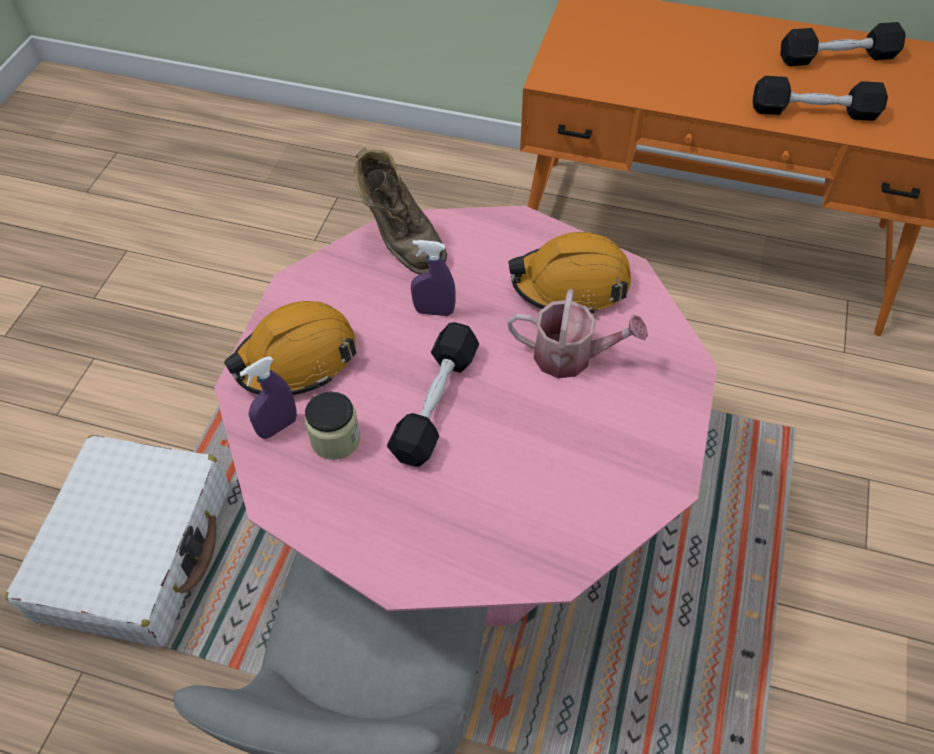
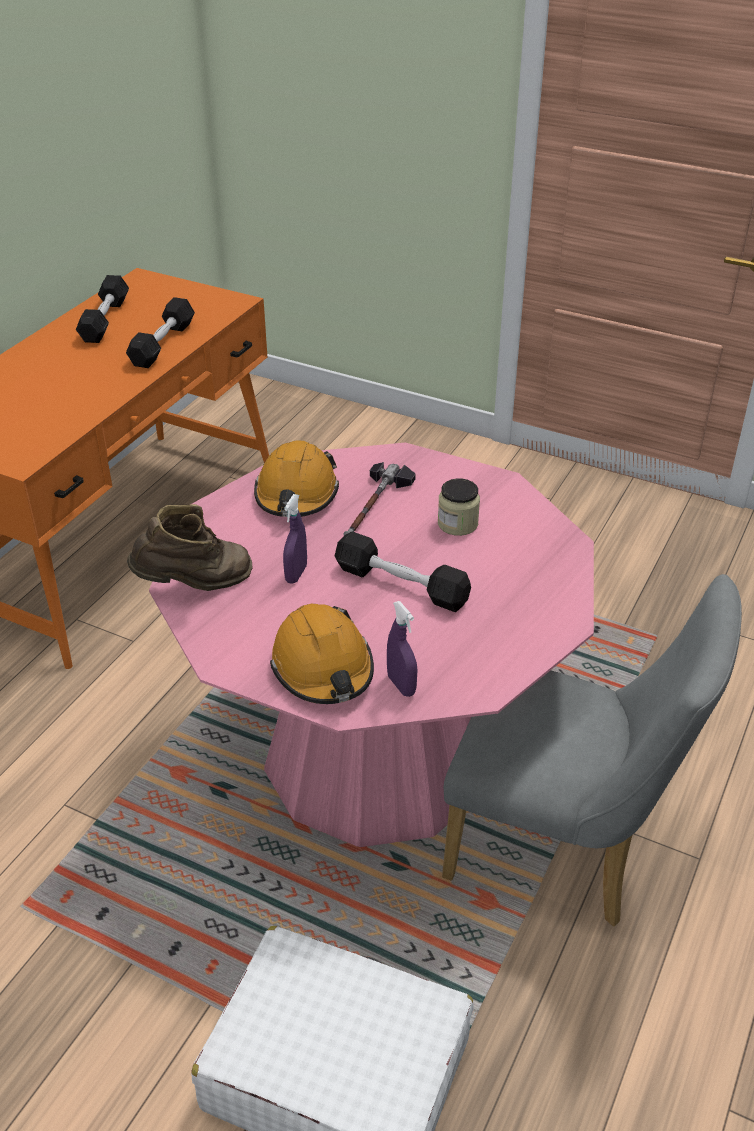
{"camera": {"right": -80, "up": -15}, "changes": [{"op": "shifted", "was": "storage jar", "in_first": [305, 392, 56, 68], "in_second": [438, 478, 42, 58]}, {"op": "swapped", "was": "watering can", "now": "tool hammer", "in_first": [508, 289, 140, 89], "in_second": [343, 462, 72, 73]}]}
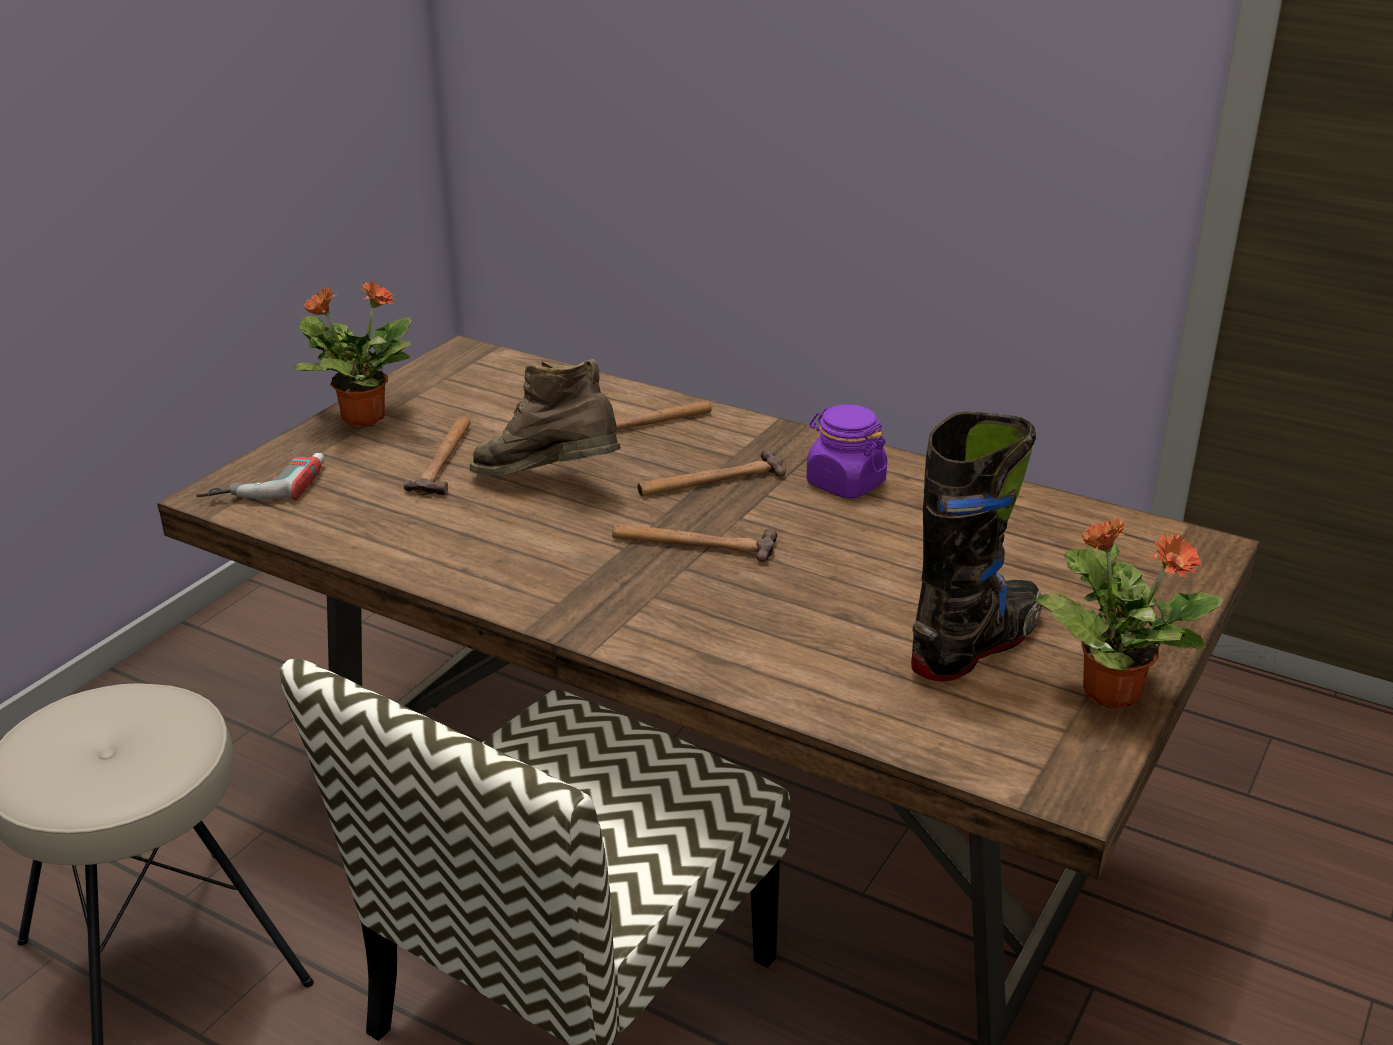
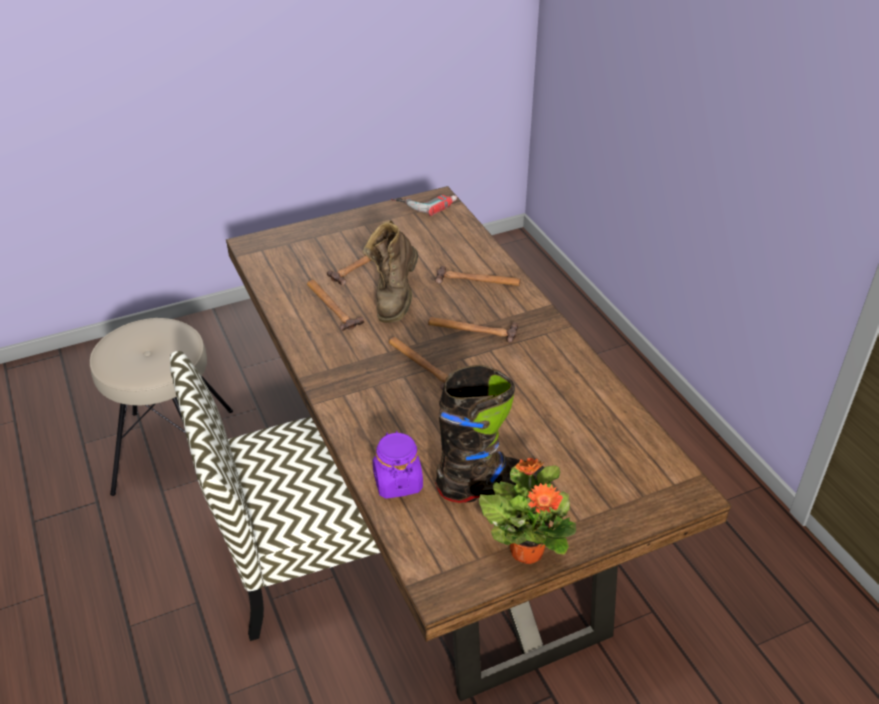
{"camera": {"right": 35, "up": 10}, "changes": [{"op": "gone", "was": "houseplant", "in_first": [293, 280, 119, 147]}, {"op": "new", "now": "tool hammer", "in_second": [307, 280, 57, 51]}, {"op": "shifted", "was": "electric drill", "in_first": [196, 453, 128, 47], "in_second": [391, 195, 66, 21]}, {"op": "shifted", "was": "purple storage jar", "in_first": [806, 404, 81, 94], "in_second": [373, 431, 50, 68]}, {"op": "rotated", "was": "brown-coloured boot", "in_first": [470, 359, 151, 117], "in_second": [363, 220, 55, 103], "clockwise": -135}]}
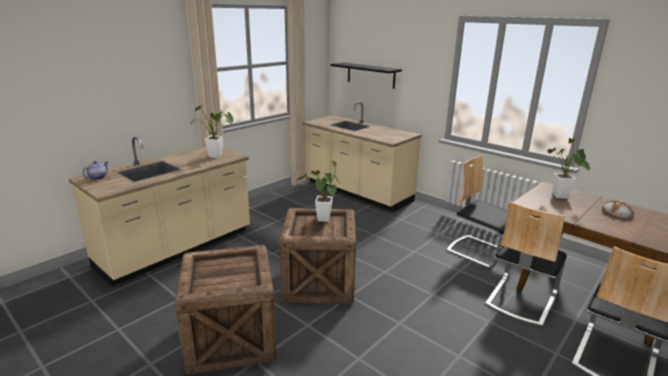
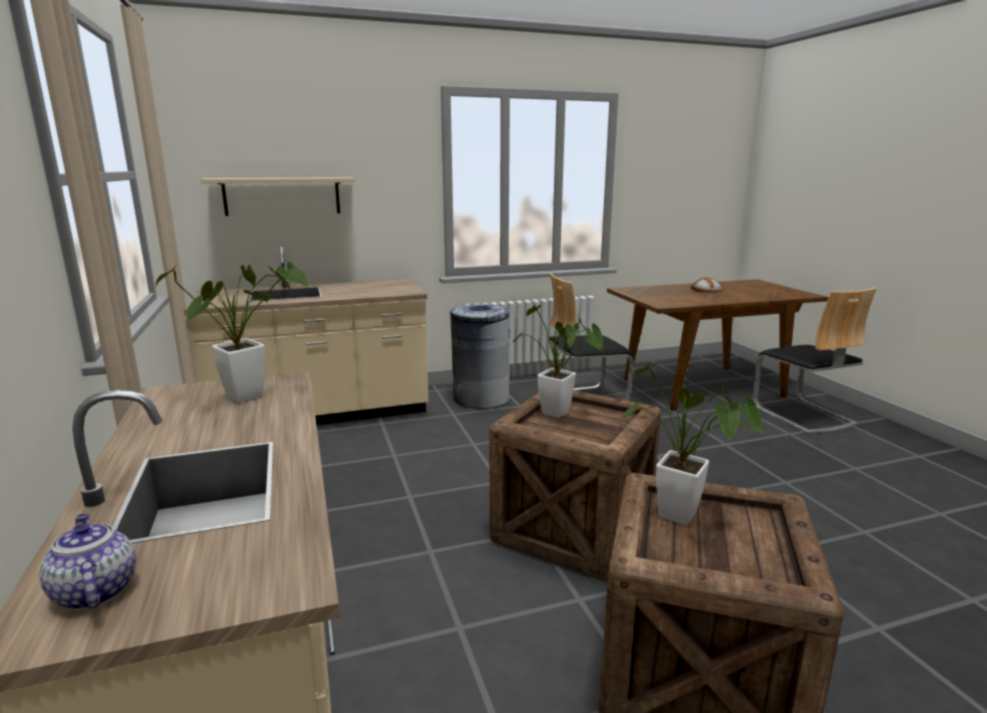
{"camera": {"right": -60, "up": -5}, "changes": [{"op": "gone", "was": "plain chair", "in_first": [485, 201, 82, 126]}, {"op": "new", "now": "grey rubbish bin", "in_second": [450, 304, 60, 105]}, {"op": "shifted", "was": "houseplant", "in_first": [547, 138, 43, 61], "in_second": [620, 363, 143, 162]}, {"op": "repainted", "was": "blackish shelf", "now": "beige-coloured shelf", "in_first": [330, 63, 72, 26], "in_second": [200, 177, 155, 39]}]}
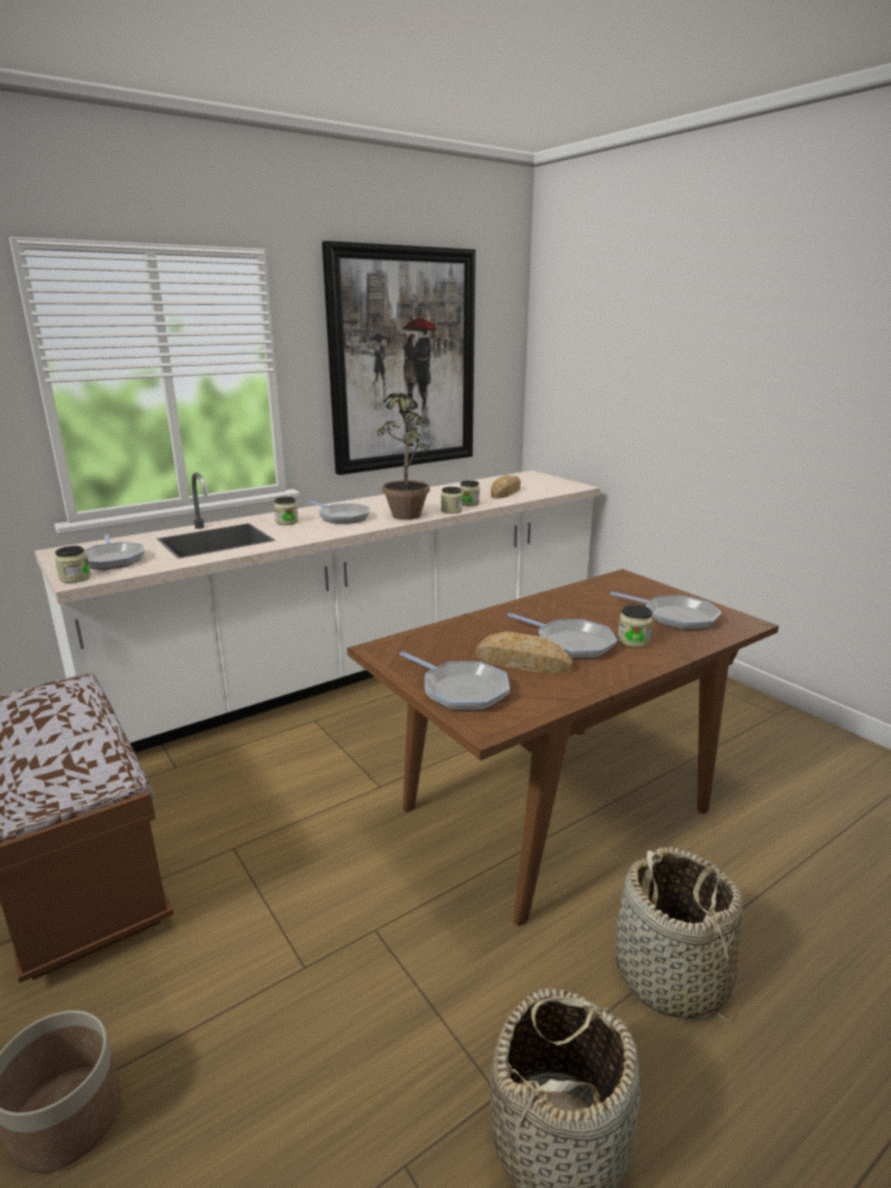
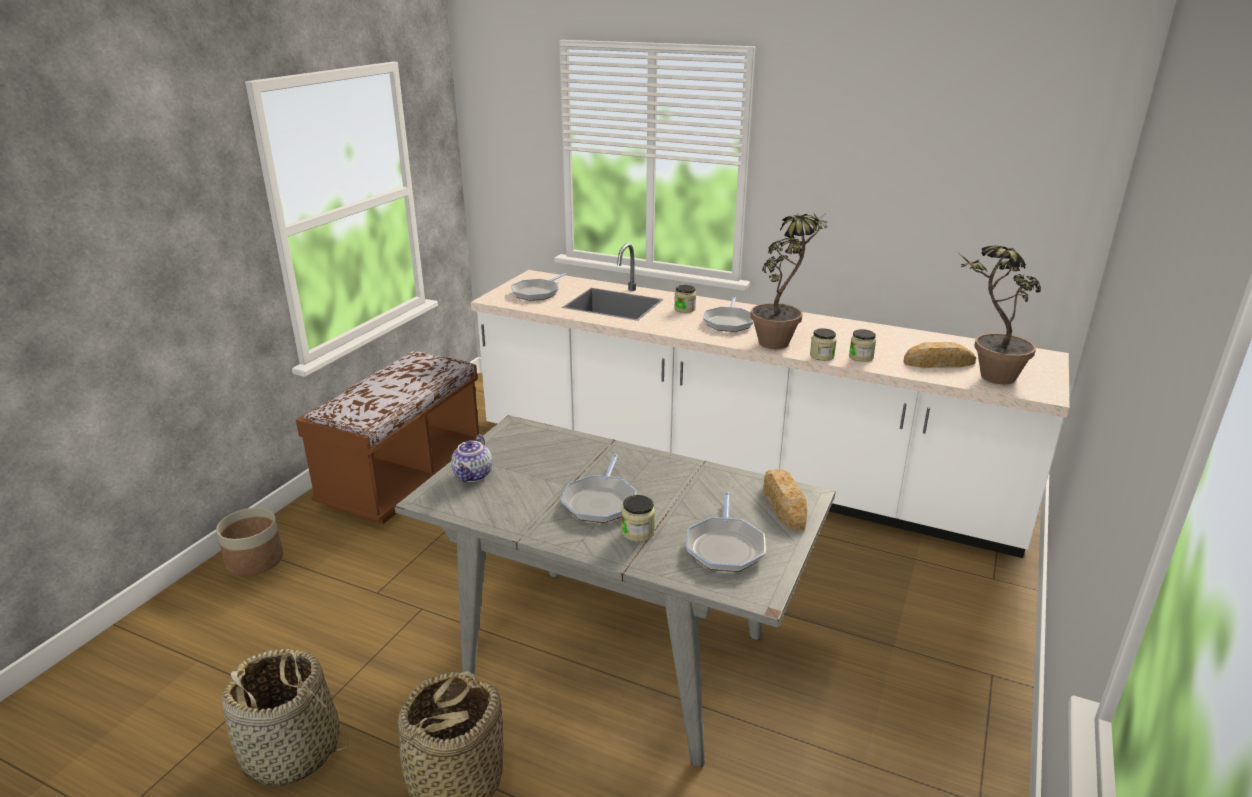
{"camera": {"right": 60, "up": 5}, "changes": [{"op": "gone", "was": "storage jar", "in_first": [55, 546, 36, 37]}, {"op": "gone", "was": "wall art", "in_first": [322, 241, 154, 234]}, {"op": "new", "now": "houseplant", "in_second": [960, 246, 81, 138]}, {"op": "shifted", "was": "bakery bread", "in_first": [476, 631, 97, 43], "in_second": [763, 469, 45, 62]}, {"op": "swapped", "was": "frying pan", "now": "pot for tea", "in_first": [400, 651, 110, 60], "in_second": [451, 434, 41, 48]}, {"op": "repainted", "was": "brown-coloured dinner table", "now": "grey dinner table", "in_first": [347, 569, 432, 357], "in_second": [394, 415, 442, 352]}]}
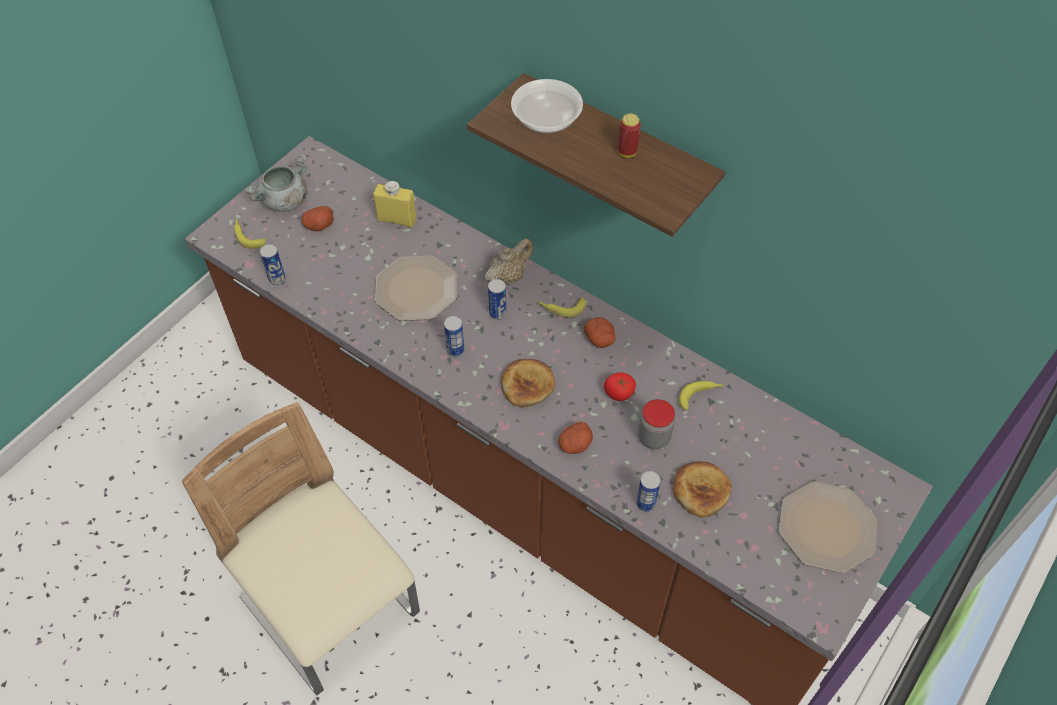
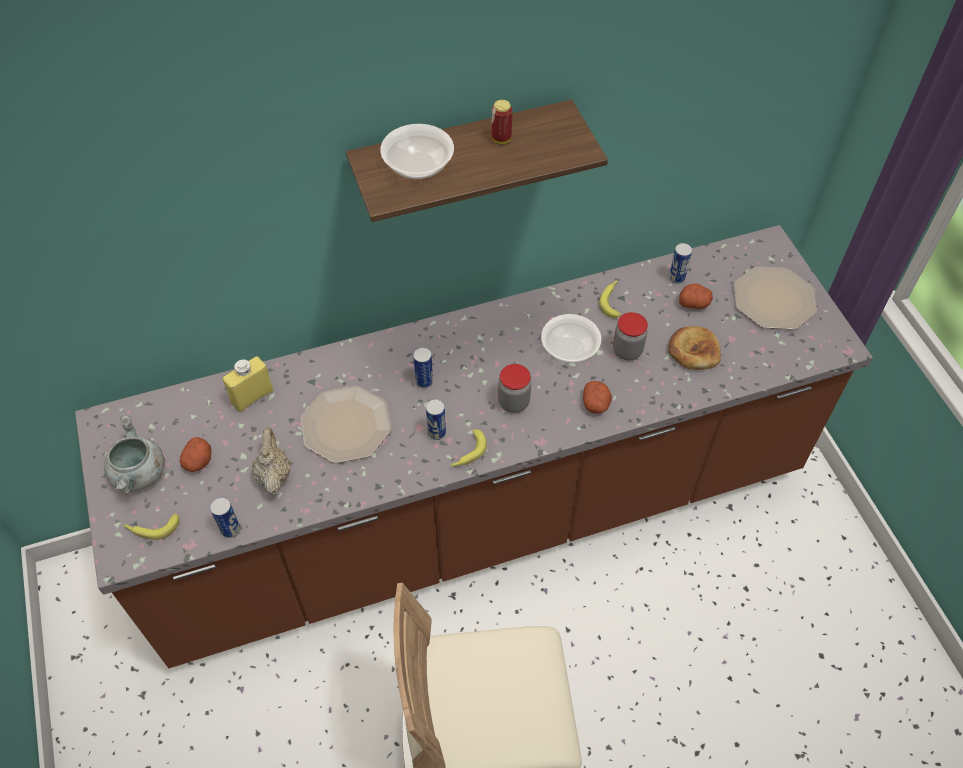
{"camera": {"right": -55, "up": 0}, "changes": [{"op": "shifted", "was": "beige-coloured pot for tea", "in_first": [485, 238, 49, 47], "in_second": [252, 427, 38, 68]}, {"op": "shifted", "was": "banana fruit", "in_first": [538, 297, 48, 21], "in_second": [450, 429, 37, 38]}, {"op": "shifted", "was": "whole potato", "in_first": [584, 317, 32, 31], "in_second": [679, 283, 34, 26]}, {"op": "shifted", "was": "can", "in_first": [636, 471, 25, 41], "in_second": [669, 243, 23, 41]}, {"op": "swapped", "was": "bakery bread", "now": "storage jar", "in_first": [501, 359, 55, 48], "in_second": [498, 364, 33, 49]}, {"op": "swapped", "was": "fresh tomato", "now": "deep dish", "in_first": [604, 373, 32, 28], "in_second": [541, 314, 60, 49]}]}
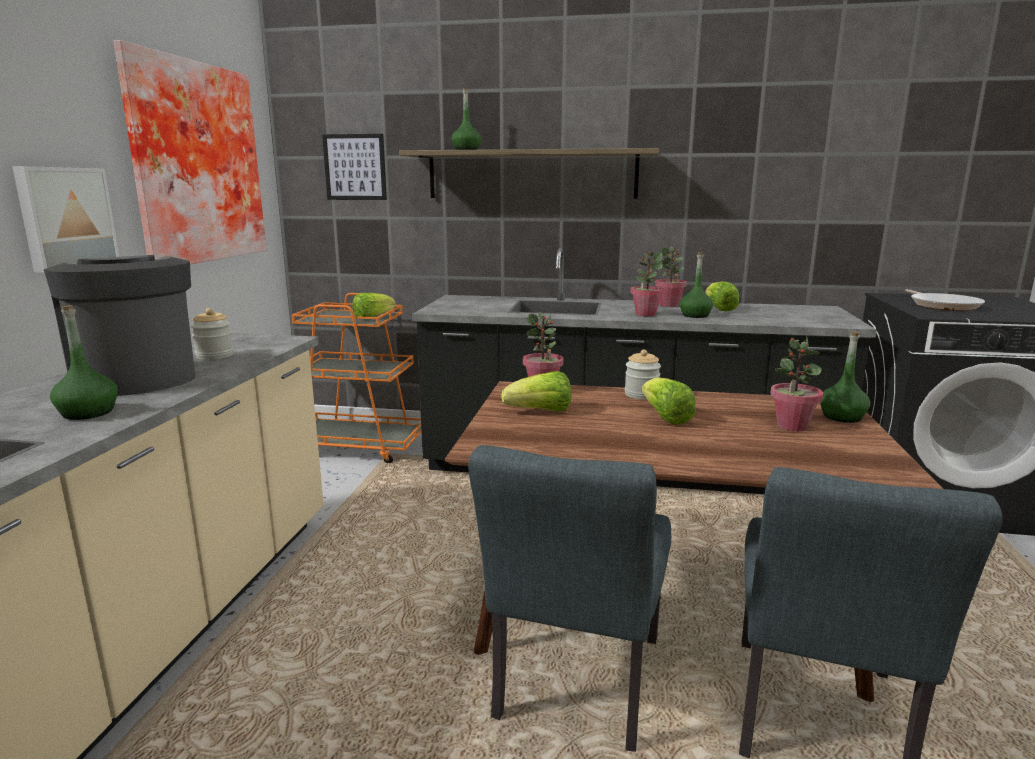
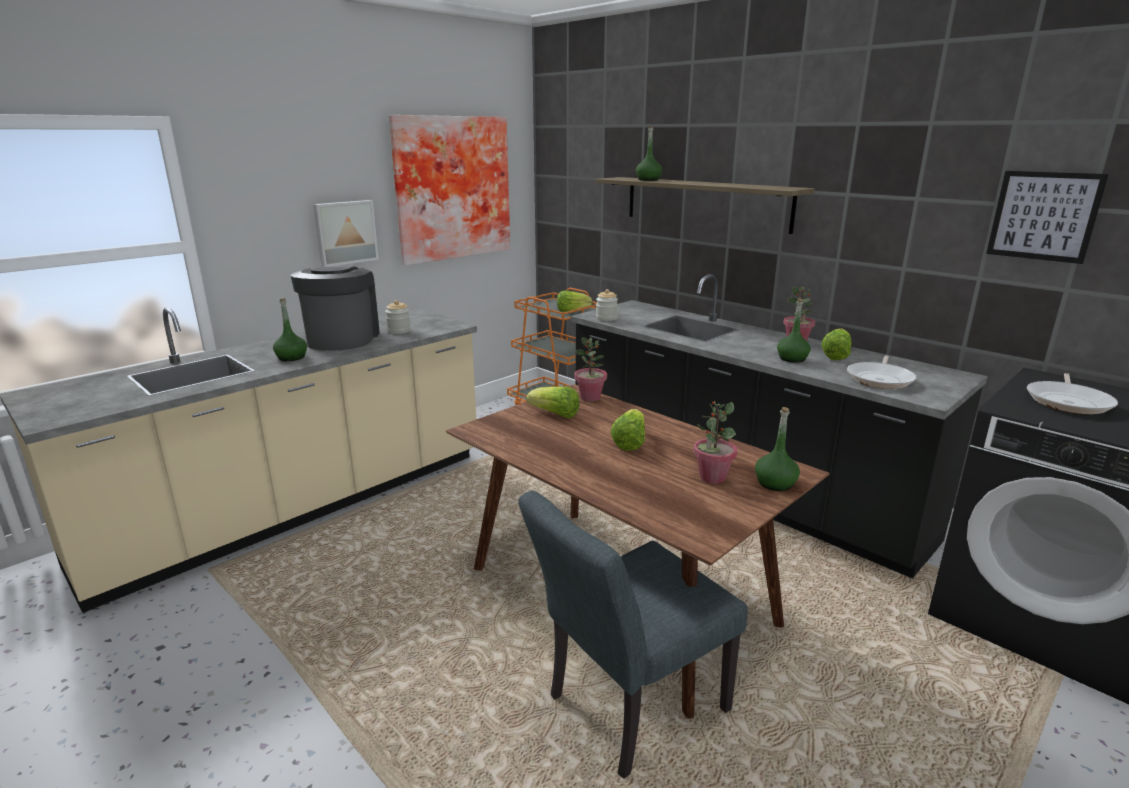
{"camera": {"right": 35, "up": 5}, "changes": [{"op": "gone", "was": "grey plain chair", "in_first": [468, 445, 203, 307]}, {"op": "gone", "was": "houseplant", "in_first": [631, 252, 33, 64]}, {"op": "new", "now": "frying pan", "in_second": [847, 355, 69, 34]}, {"op": "shifted", "was": "wall art", "in_first": [322, 134, 65, 66], "in_second": [986, 171, 123, 93]}, {"op": "shifted", "was": "storage jar", "in_first": [625, 350, 36, 49], "in_second": [596, 289, 22, 32]}]}
